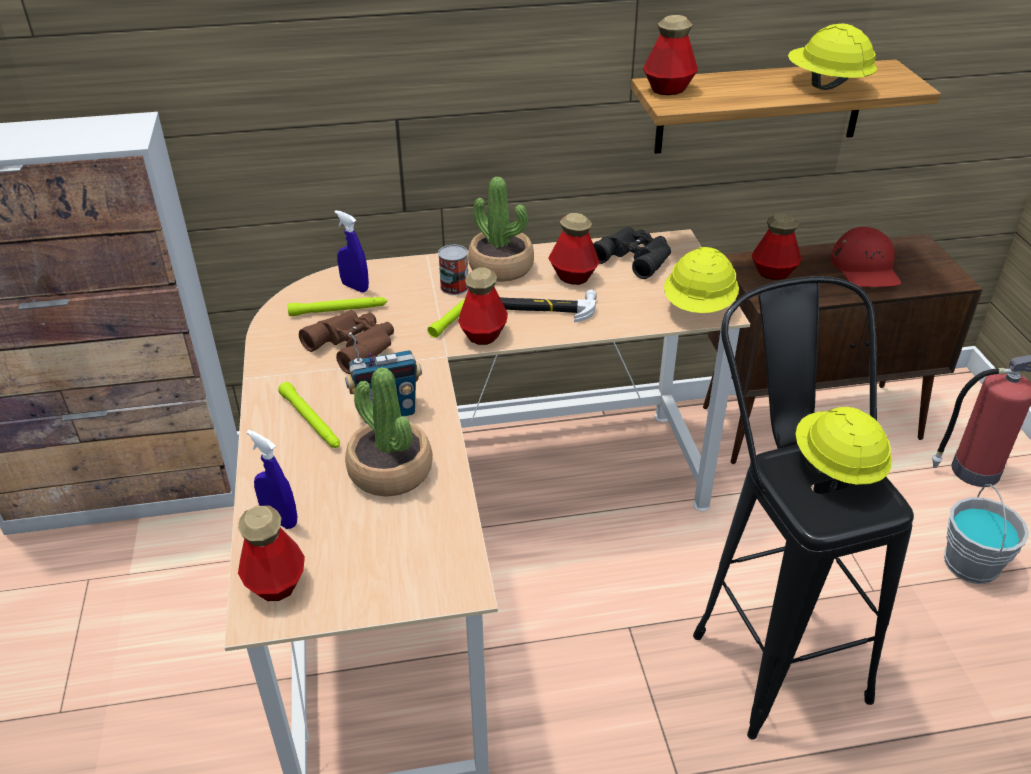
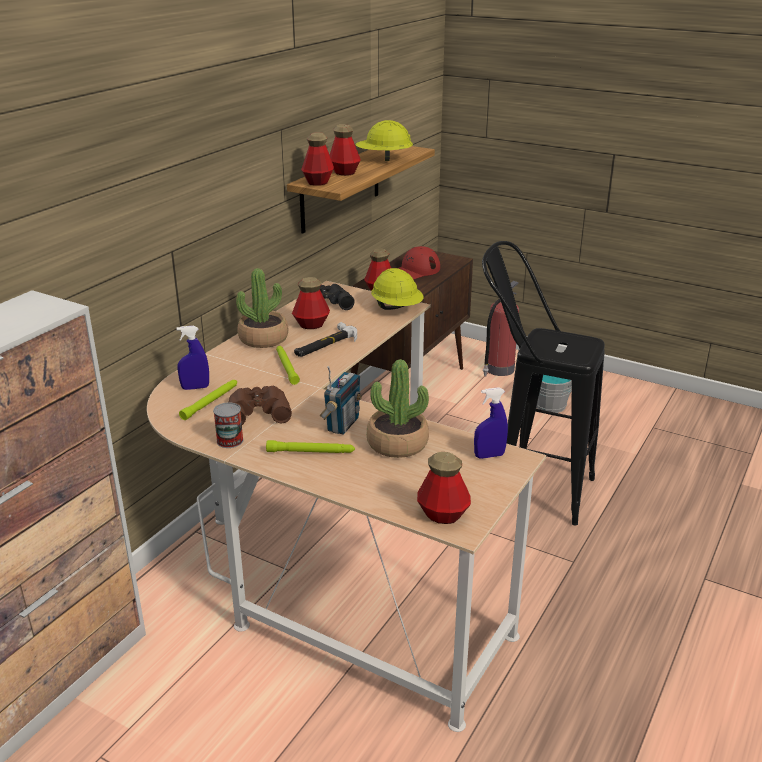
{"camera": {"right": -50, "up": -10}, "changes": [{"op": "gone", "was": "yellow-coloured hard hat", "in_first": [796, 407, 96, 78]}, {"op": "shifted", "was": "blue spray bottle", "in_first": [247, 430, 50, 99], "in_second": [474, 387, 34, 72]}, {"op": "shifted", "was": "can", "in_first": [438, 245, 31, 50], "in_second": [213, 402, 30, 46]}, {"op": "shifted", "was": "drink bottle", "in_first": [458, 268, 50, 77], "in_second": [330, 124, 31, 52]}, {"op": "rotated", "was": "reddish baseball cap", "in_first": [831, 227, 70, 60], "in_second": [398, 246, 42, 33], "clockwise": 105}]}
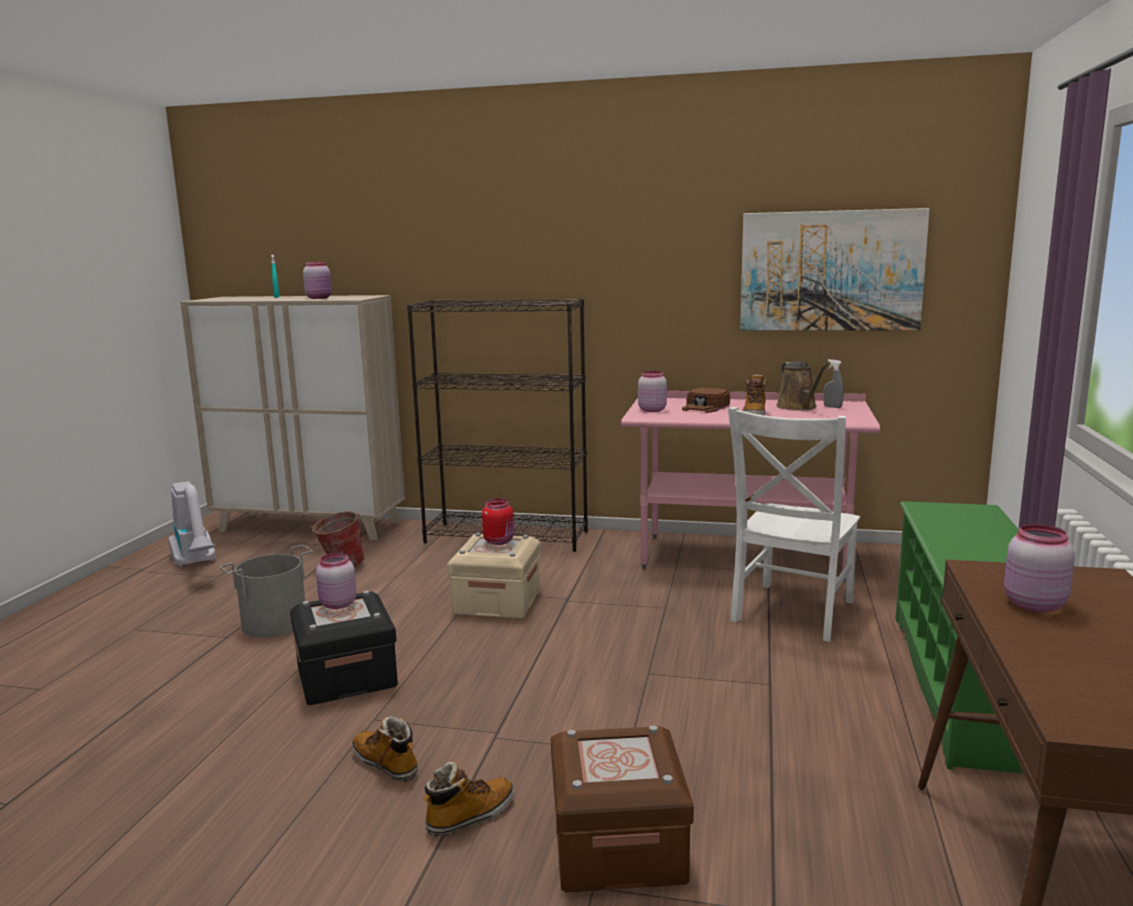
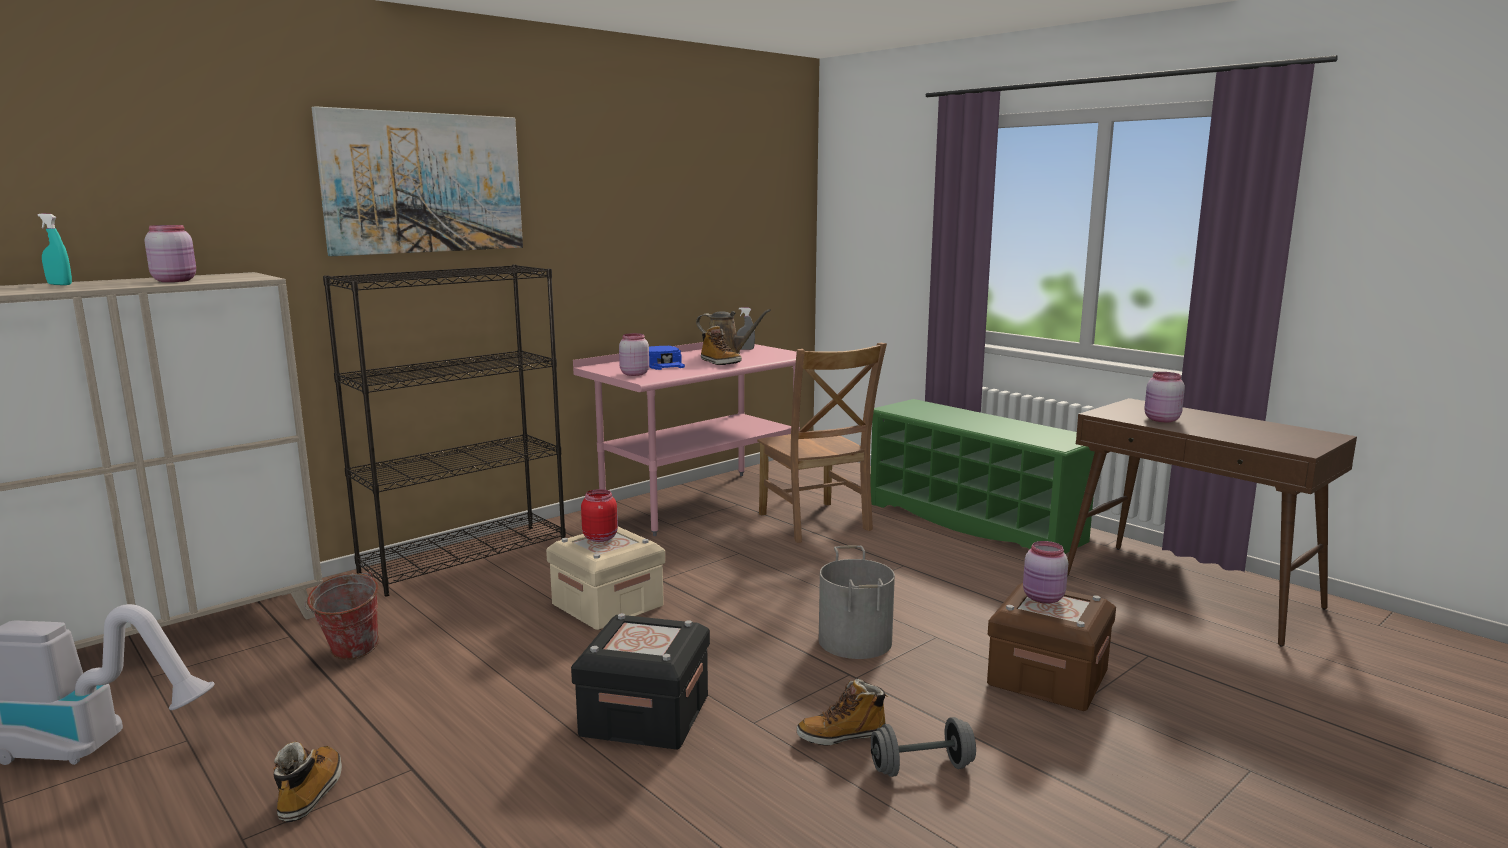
{"camera": {"right": -55, "up": 0}, "changes": [{"op": "new", "now": "grey hand weight", "in_second": [871, 717, 105, 60]}, {"op": "shifted", "was": "grey water bucket", "in_first": [219, 545, 94, 93], "in_second": [819, 545, 76, 114]}, {"op": "shifted", "was": "pink-coloured storage jar", "in_first": [316, 553, 41, 56], "in_second": [1023, 541, 45, 63]}, {"op": "shifted", "was": "boot", "in_first": [423, 761, 91, 75], "in_second": [273, 741, 69, 82]}, {"op": "shifted", "was": "wall art", "in_first": [740, 208, 190, 122], "in_second": [312, 106, 211, 150]}, {"op": "repainted", "was": "brown-coloured baseball cap", "now": "blue baseball cap", "in_first": [682, 388, 48, 25], "in_second": [649, 346, 36, 24]}, {"op": "repainted", "was": "white-coloured plain chair", "now": "brown-coloured plain chair", "in_first": [728, 407, 132, 235], "in_second": [757, 343, 130, 200]}]}
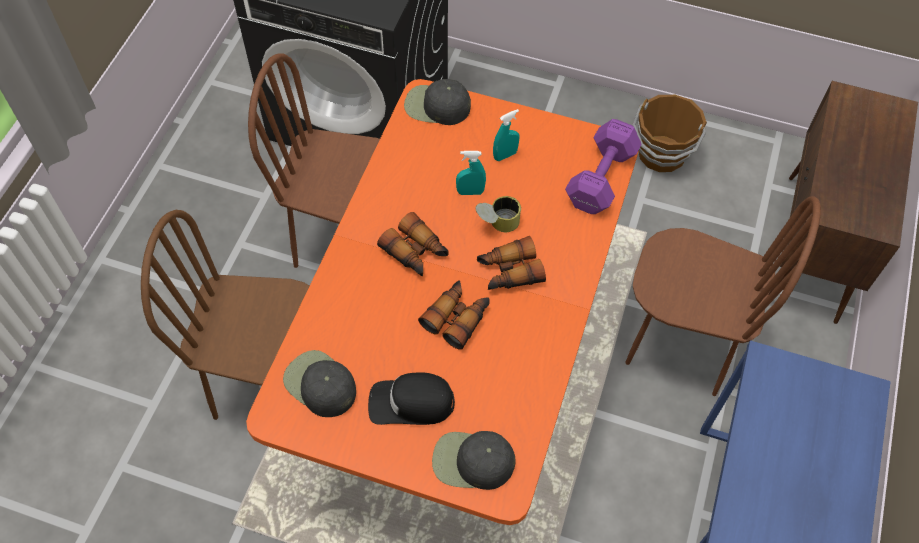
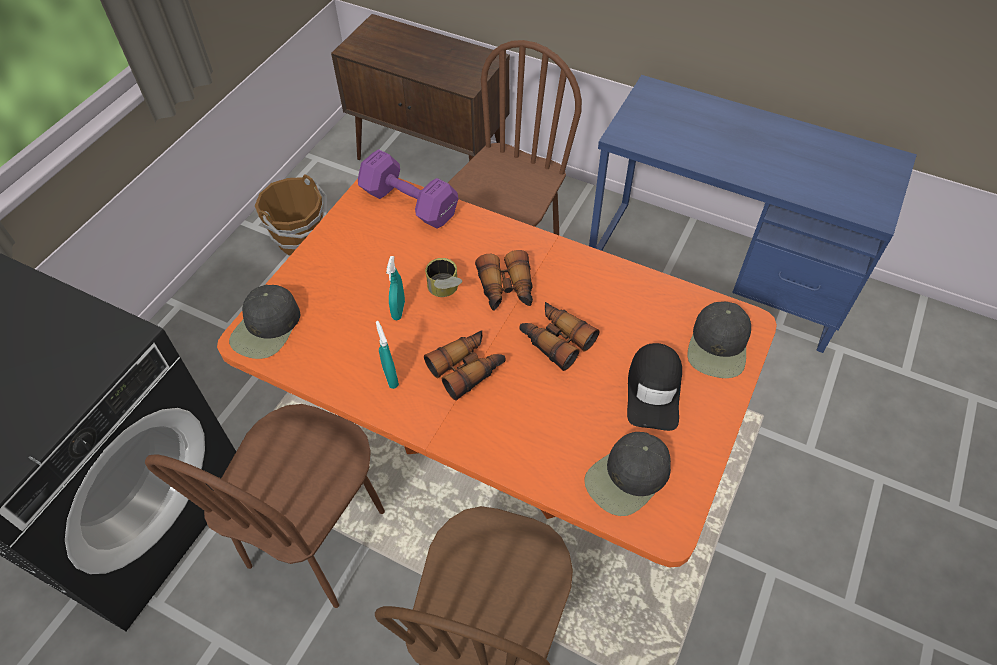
{"camera": {"right": -80, "up": -5}, "changes": [{"op": "shifted", "was": "turquoise spray bottle", "in_first": [493, 109, 27, 52], "in_second": [376, 321, 23, 68]}]}
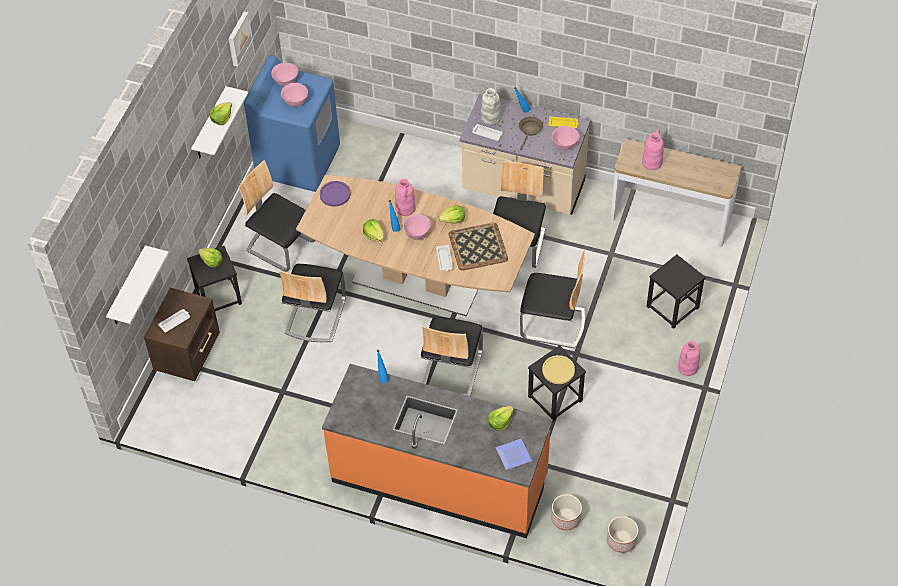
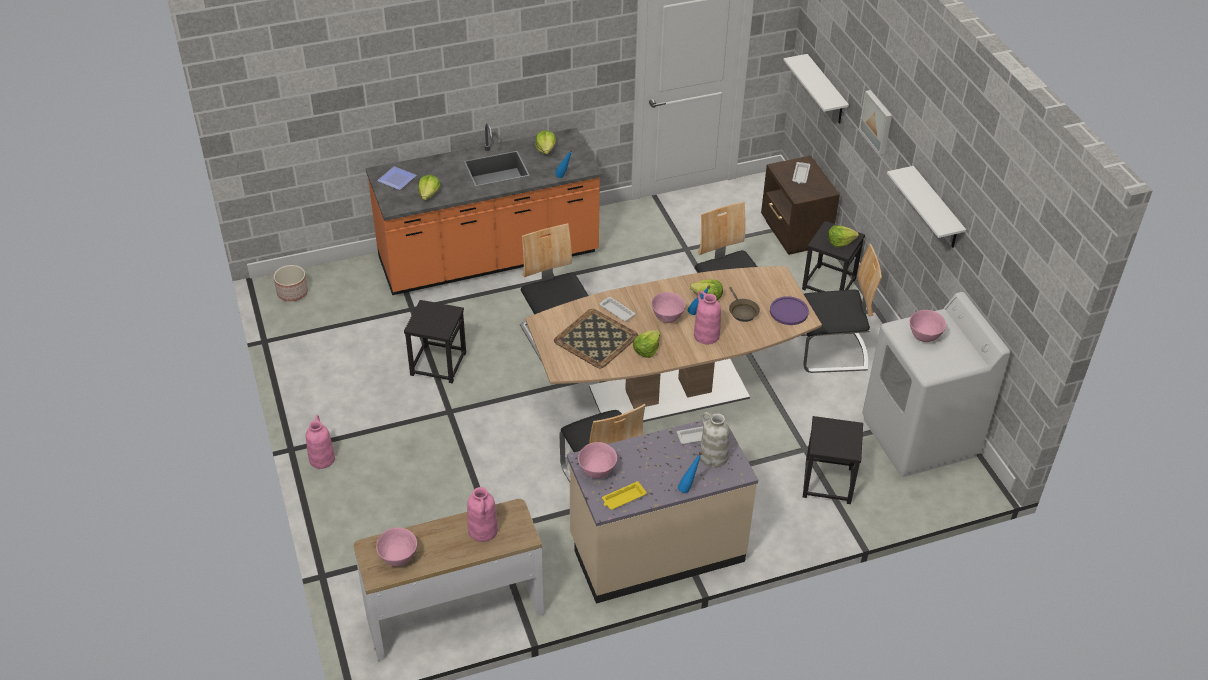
{"camera": {"right": 140, "up": -10}, "changes": [{"op": "gone", "was": "plain chair", "in_first": [520, 250, 66, 99]}, {"op": "gone", "was": "yellow-coloured dinner plate", "in_first": [542, 355, 33, 29]}, {"op": "gone", "was": "flower pot", "in_first": [551, 494, 31, 36]}, {"op": "shifted", "was": "head of lettuce", "in_first": [209, 102, 23, 23], "in_second": [535, 130, 21, 24]}, {"op": "shifted", "was": "wall art", "in_first": [229, 11, 24, 56], "in_second": [859, 90, 33, 64]}, {"op": "shifted", "was": "pink-coloured deep dish", "in_first": [271, 63, 27, 24], "in_second": [376, 527, 41, 39]}, {"op": "shifted", "was": "brown-coloured frying pan", "in_first": [519, 116, 24, 34], "in_second": [729, 287, 31, 35]}, {"op": "shifted", "was": "blackish sitting stool", "in_first": [646, 254, 60, 75], "in_second": [803, 416, 60, 88]}, {"op": "repainted", "was": "blue laundry machine", "now": "white-coloured laundry machine", "in_first": [244, 55, 96, 137], "in_second": [862, 292, 148, 185]}]}
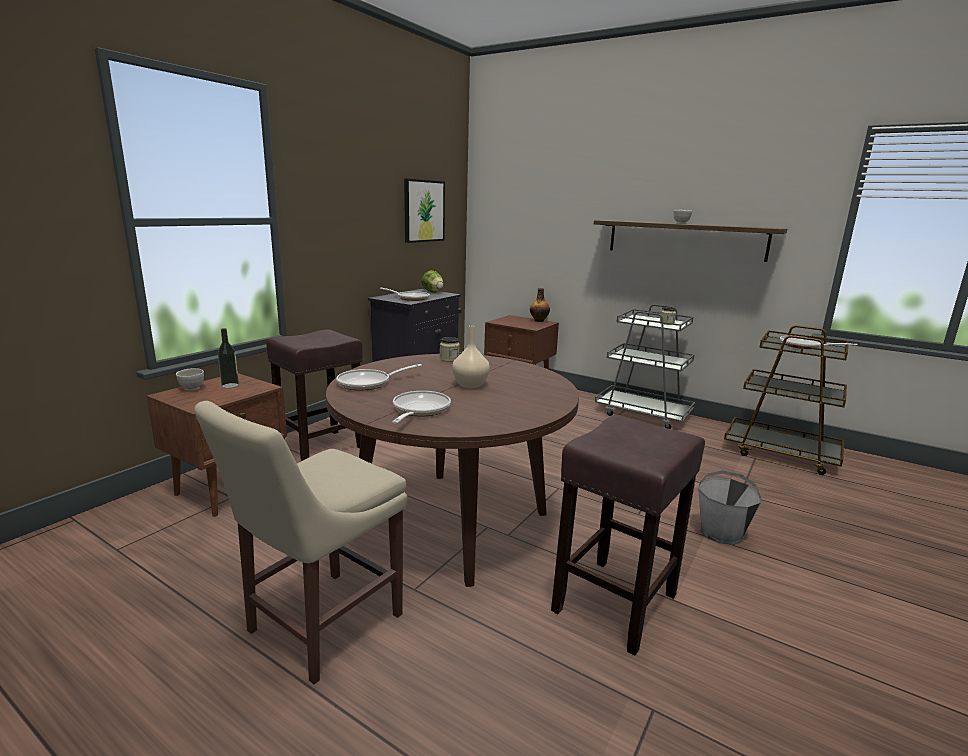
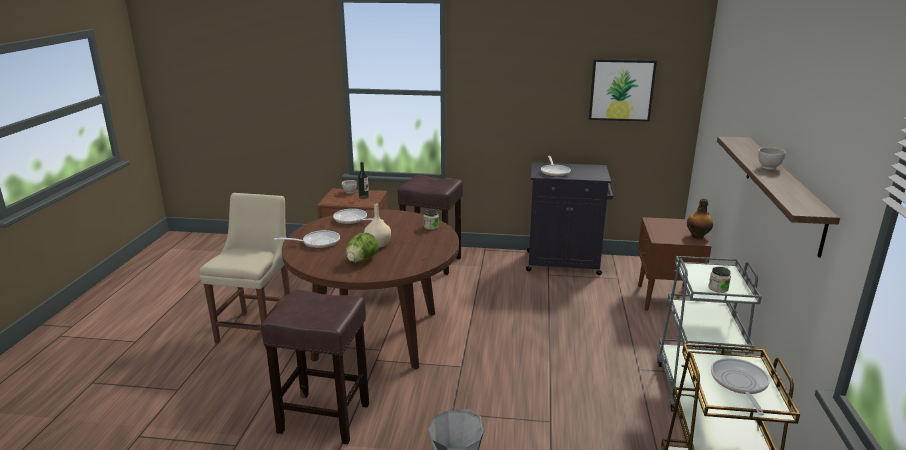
{"camera": {"right": 65, "up": 5}, "changes": [{"op": "shifted", "was": "head of lettuce", "in_first": [421, 270, 23, 23], "in_second": [346, 233, 33, 30]}, {"op": "rotated", "was": "beige-coloured plain chair", "in_first": [194, 401, 213, 283], "in_second": [200, 193, 90, 156], "clockwise": 90}]}
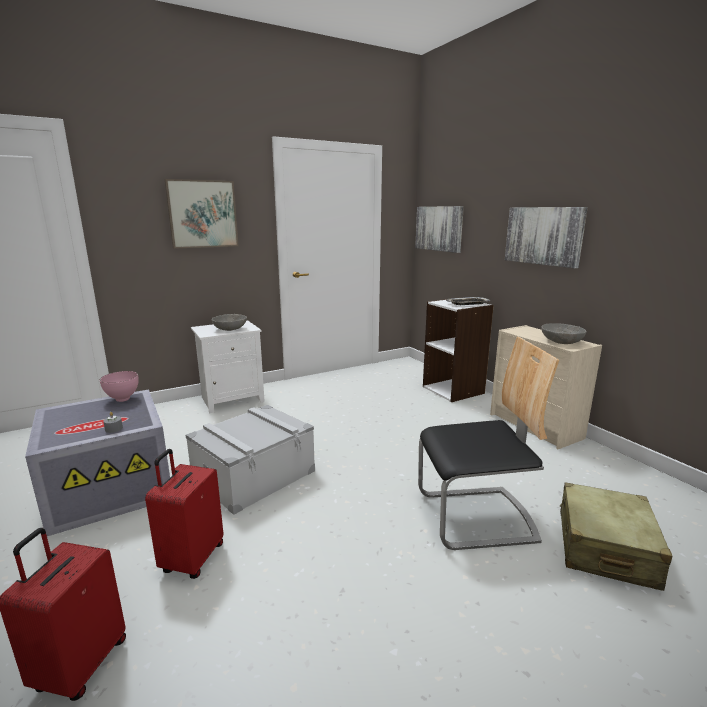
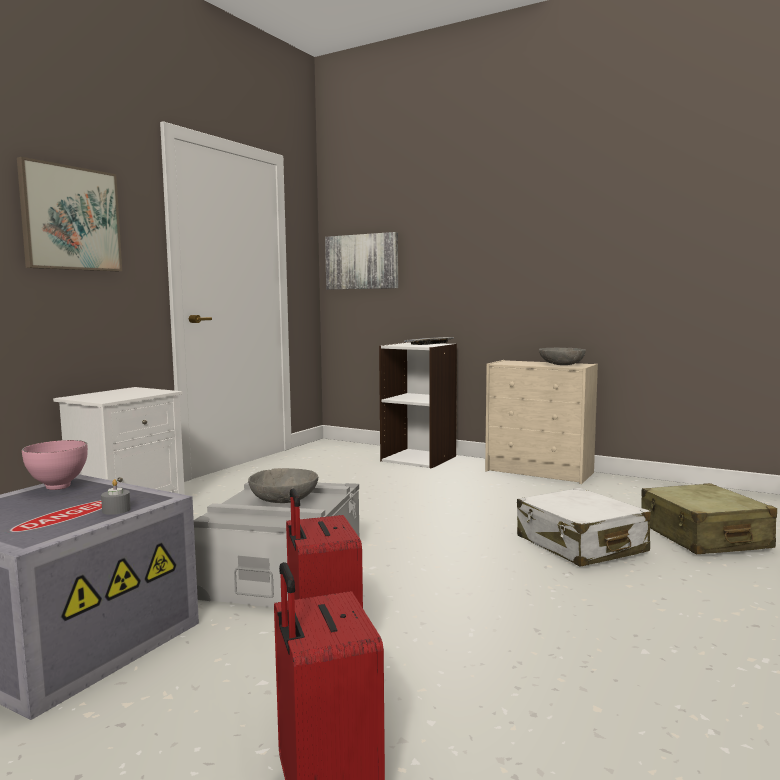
{"camera": {"right": -30, "up": -10}, "changes": [{"op": "gone", "was": "wall art", "in_first": [505, 207, 83, 61]}, {"op": "shifted", "was": "grey deep dish", "in_first": [212, 314, 35, 17], "in_second": [248, 468, 70, 35]}, {"op": "swapped", "was": "plain chair", "now": "white-coloured suitcase", "in_first": [418, 336, 141, 214], "in_second": [517, 488, 134, 79]}]}
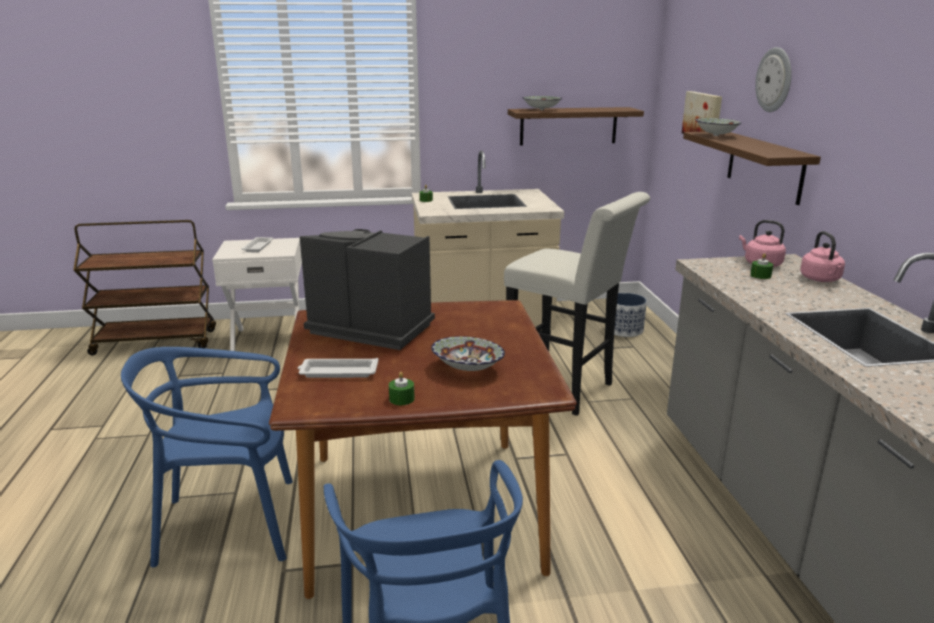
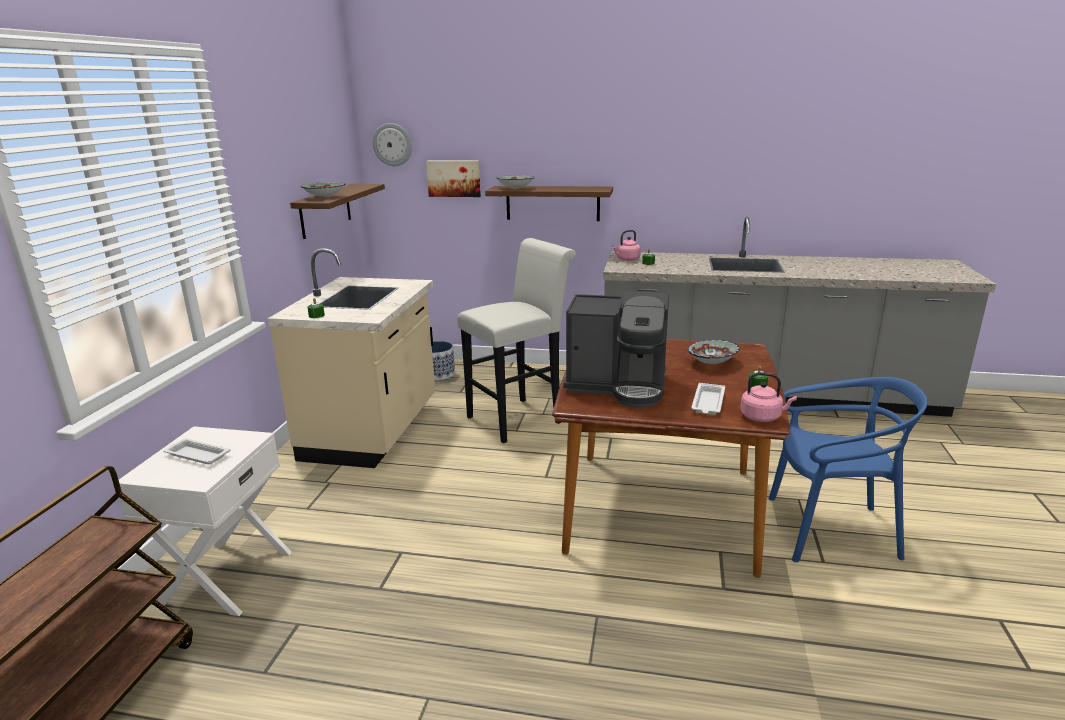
{"camera": {"right": -70, "up": 0}, "changes": [{"op": "gone", "was": "blue plain chair", "in_first": [121, 347, 172, 221]}, {"op": "shifted", "was": "wall clock", "in_first": [755, 47, 36, 65], "in_second": [373, 123, 39, 43]}, {"op": "shifted", "was": "pink-coloured water kettle", "in_first": [800, 231, 45, 51], "in_second": [740, 372, 57, 50]}, {"op": "rotated", "was": "coffee brewer", "in_first": [300, 229, 135, 121], "in_second": [563, 291, 106, 117], "clockwise": -120}]}
